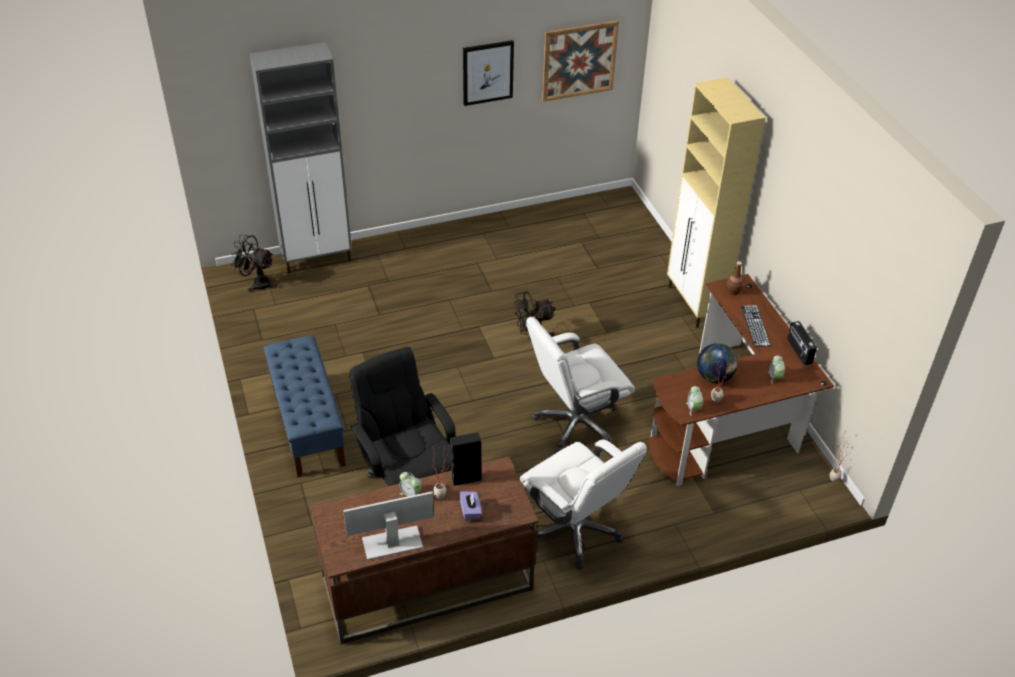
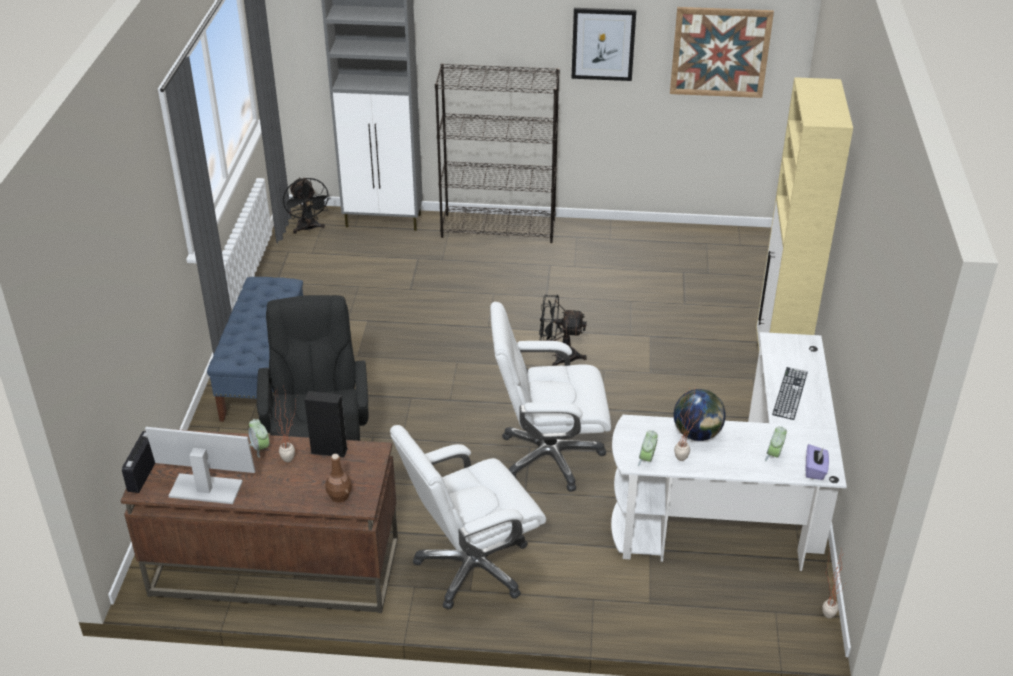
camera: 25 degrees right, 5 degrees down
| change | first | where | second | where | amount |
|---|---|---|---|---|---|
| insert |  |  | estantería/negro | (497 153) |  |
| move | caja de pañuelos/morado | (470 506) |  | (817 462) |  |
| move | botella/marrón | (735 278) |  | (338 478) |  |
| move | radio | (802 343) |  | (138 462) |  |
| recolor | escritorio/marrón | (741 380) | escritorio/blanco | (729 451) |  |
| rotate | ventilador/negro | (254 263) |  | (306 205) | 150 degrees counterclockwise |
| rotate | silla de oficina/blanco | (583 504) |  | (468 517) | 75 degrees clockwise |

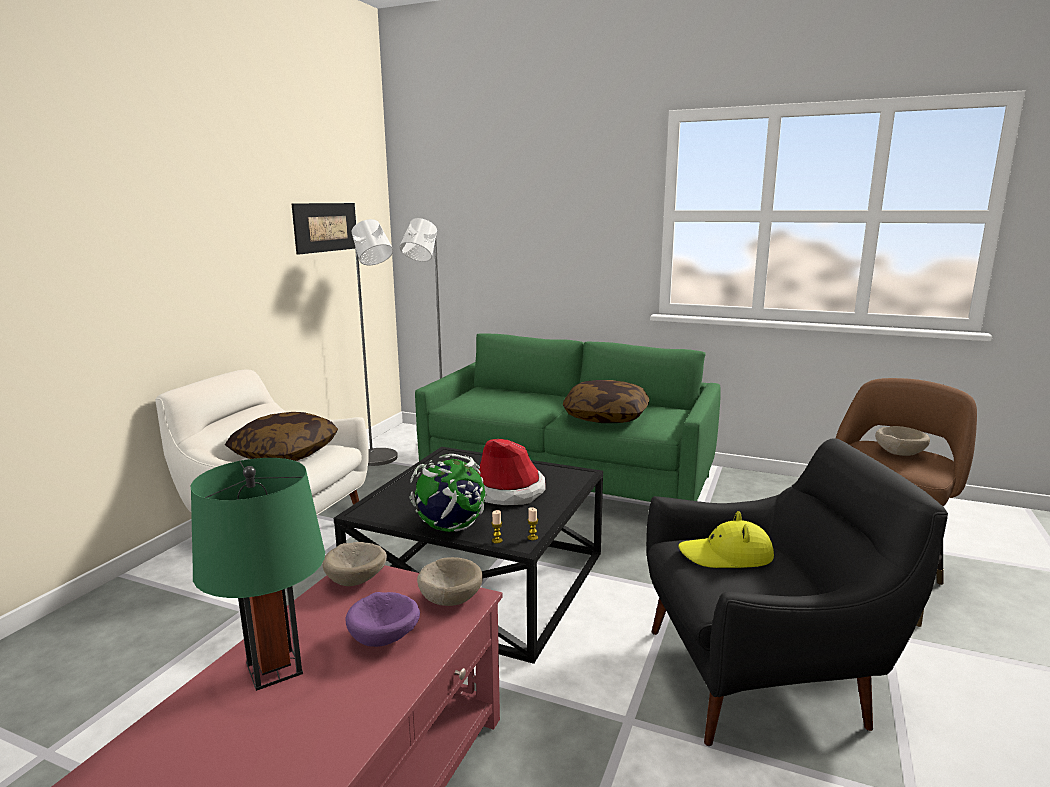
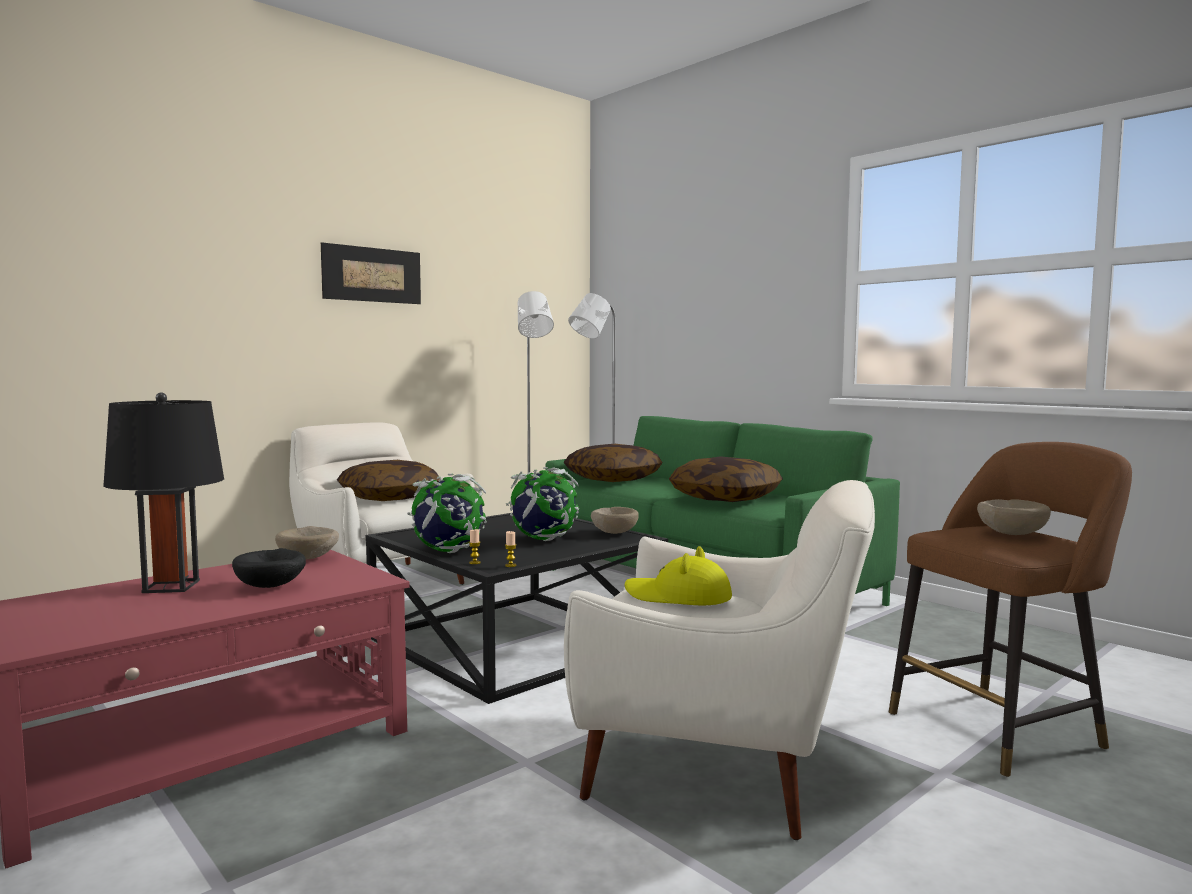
camera: 25 degrees right, 10 degrees down
| change | first | where | second | where | amount |
|---|---|---|---|---|---|
| insert |  |  | cojín | (613 463) |  |
| move | cuadro | (323 229) |  | (371 273) |  |
| move | cuenco/beis | (450 581) |  | (615 520) |  |
| replace | sombrero | (512 472) | globo terráqueo | (542 504) |  |
| recolor | lámpara de mesa/verde | (258 574) | lámpara de mesa/negro | (163 492) |  |
| recolor | cuenco/morado | (383 619) | cuenco/negro | (269 568) |  |
| recolor | sillón/negro | (797 592) | sillón/blanco | (719 660) |  |

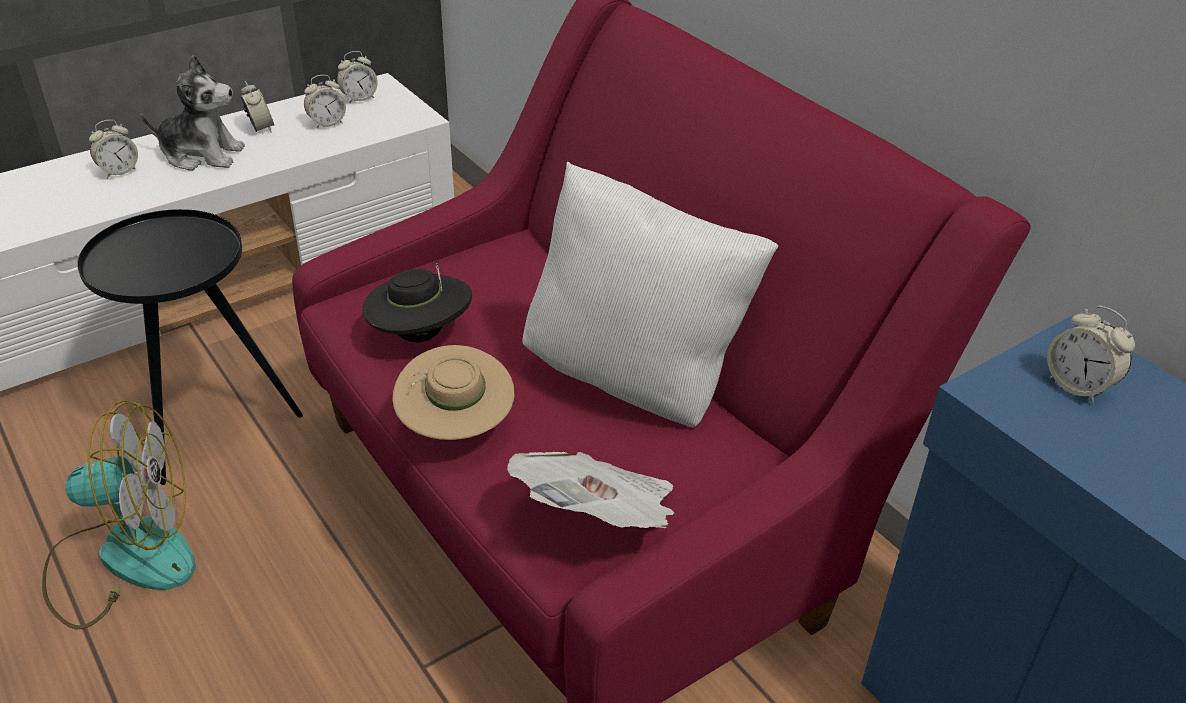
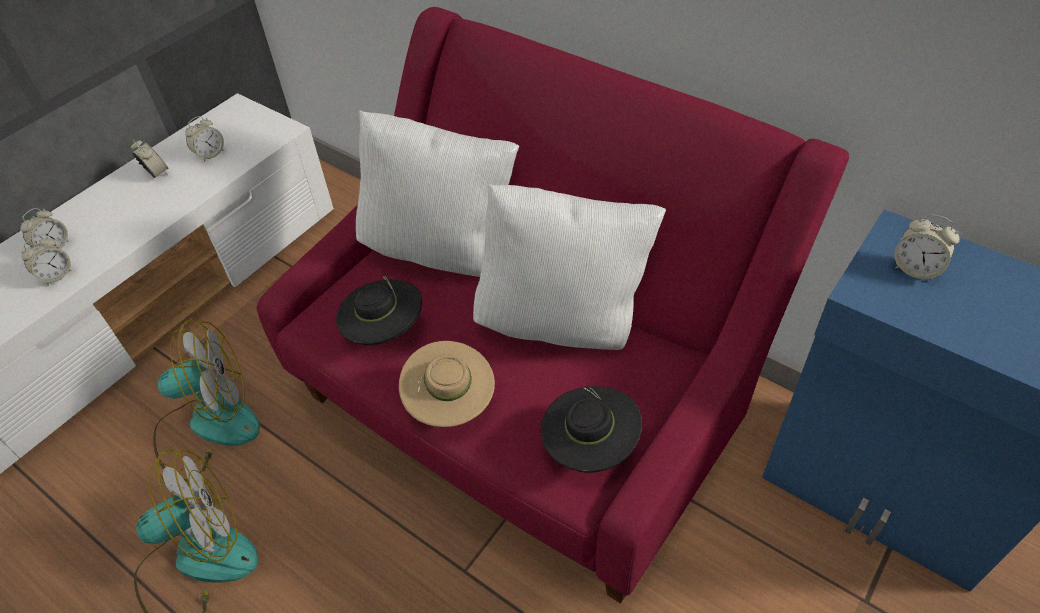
camera: 15 degrees left, 10 degrees up
| change | first | where | second | where | amount |
|---|---|---|---|---|---|
| delete | peluche | (193 113) |  |  |  |
| insert |  |  | cojín/blanco | (437 193) |  |
| move | despertador | (357 77) |  | (46 261) |  |
| replace | mesa auxiliar/negro | (190 347) | ventilador | (206 401) |  |
| replace | periódico | (590 490) | sombrero/negro | (591 429) |  |

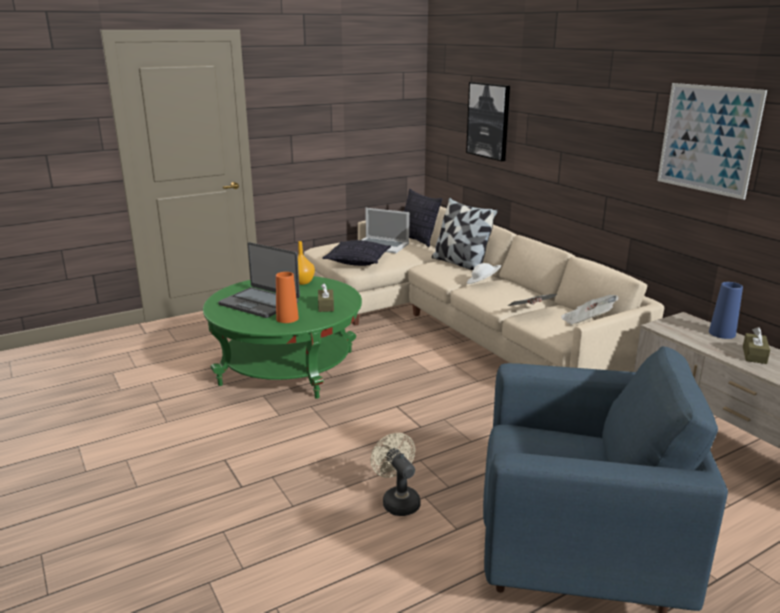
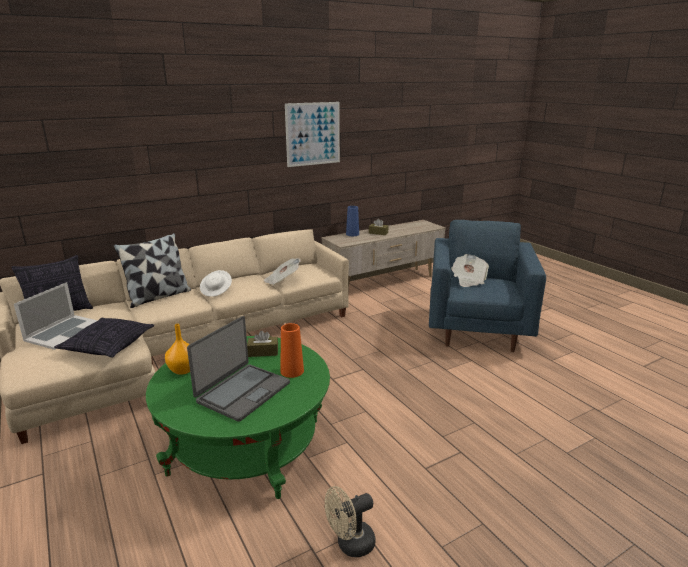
camera: 90 degrees left, 0 degrees up
| change | first | where | second | where | amount |
|---|---|---|---|---|---|
| delete | cuadro | (488 121) |  |  |  |
| move | ventilador/beis | (396 474) |  | (350 521) |  |
| move | periódico | (590 310) |  | (470 270) |  |

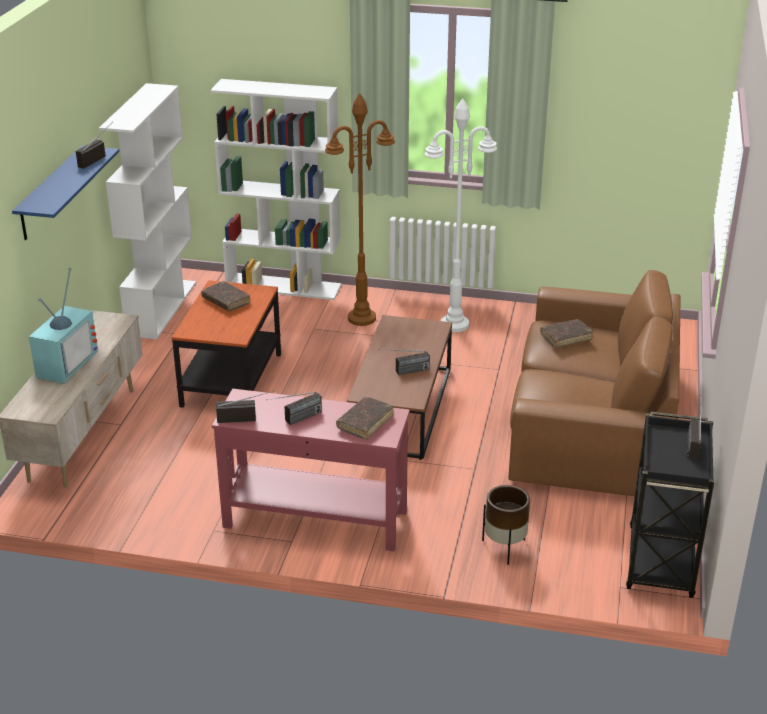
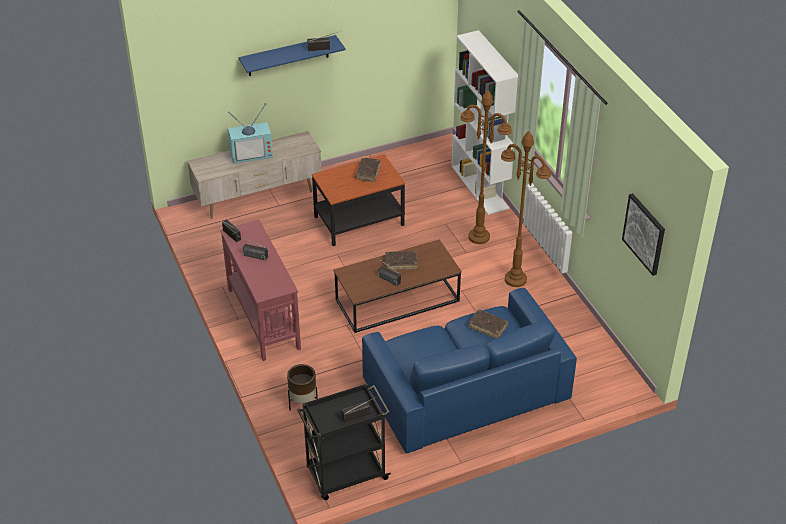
camera: 55 degrees right, 10 degrees up
| change | first | where | second | where | amount |
|---|---|---|---|---|---|
| delete | estantería/blanco | (147 211) |  |  |  |
| insert |  |  | cuadro | (643 234) |  |
| move | libro/marrón | (365 418) |  | (401 260) |  |
| recolor | lámpara de pie/blanco | (461 215) | lámpara de pie/marrón | (526 209) |  |
| recolor | sofá/marrón | (594 383) | sofá/azul | (469 371) |  |

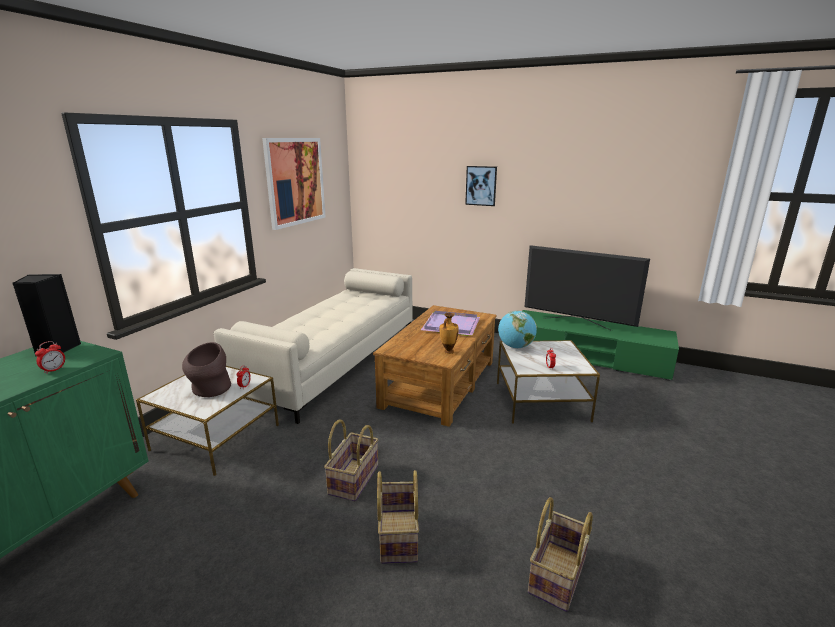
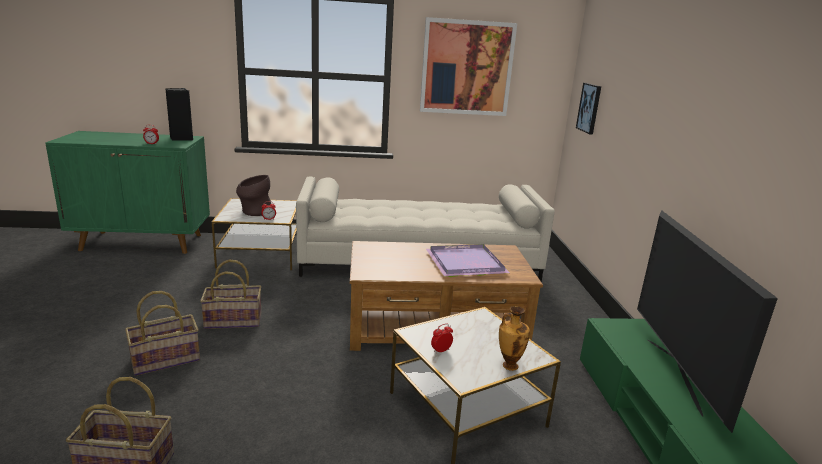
camera: 60 degrees right, 0 degrees up
| change | first | where | second | where | amount |
|---|---|---|---|---|---|
| delete | globo terráqueo | (517 329) |  |  |  |
| move | florero | (449 333) |  | (514 338) |  |
| move | cuadro | (481 186) |  | (588 109) |  |

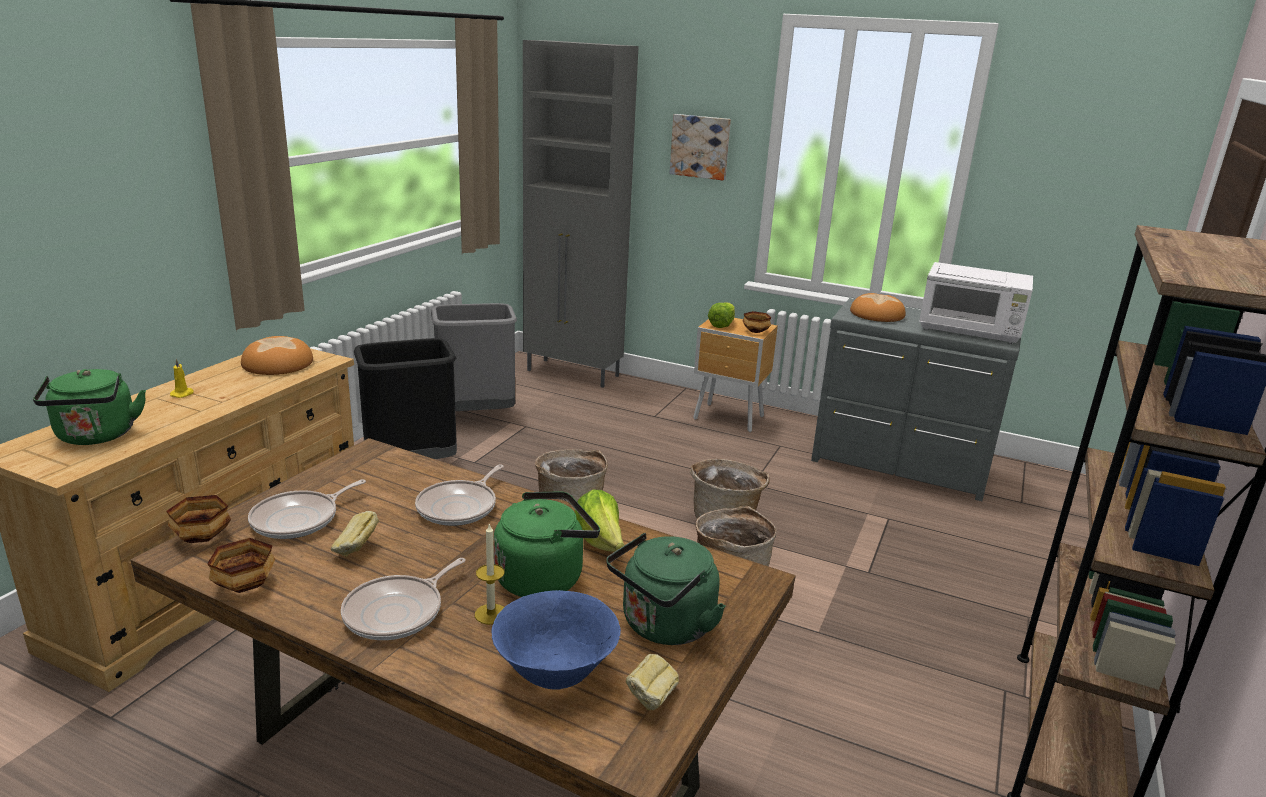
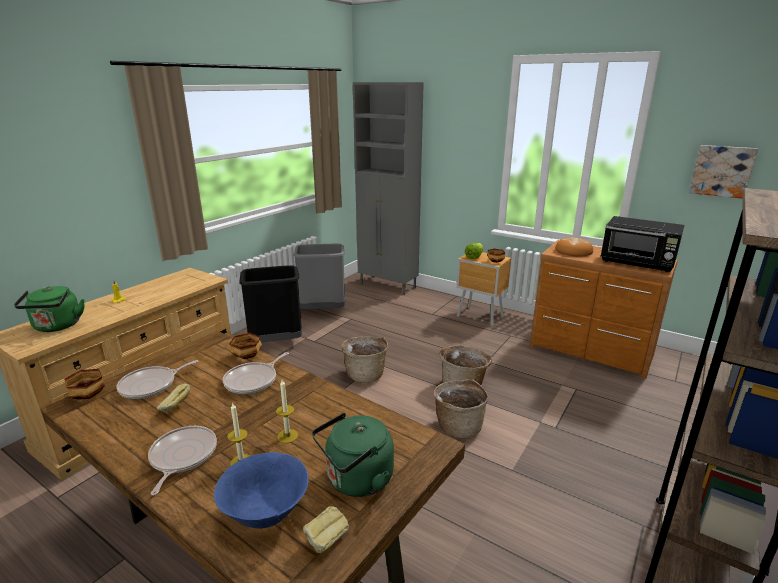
camera: 10 degrees right, 0 degrees up
| change | first | where | second | where | amount |
|---|---|---|---|---|---|
| delete | pan | (277 355) |  |  |  |
| delete | lechuga | (599 521) |  |  |  |
| move | cuenco | (241 565) |  | (245 346) |  |
| move | cuadro | (700 147) |  | (723 172) |  |
| replace | hervidor/verde | (547 544) | vela | (287 411) |  |
| recolor | cómoda/gris | (916 399) | cómoda/marrón | (604 309) |  |
| recolor | microondas/blanco | (976 303) | microondas/negro | (642 244) |  |
| rotate | sartén | (403 599) |  | (182 461) | 135 degrees clockwise |

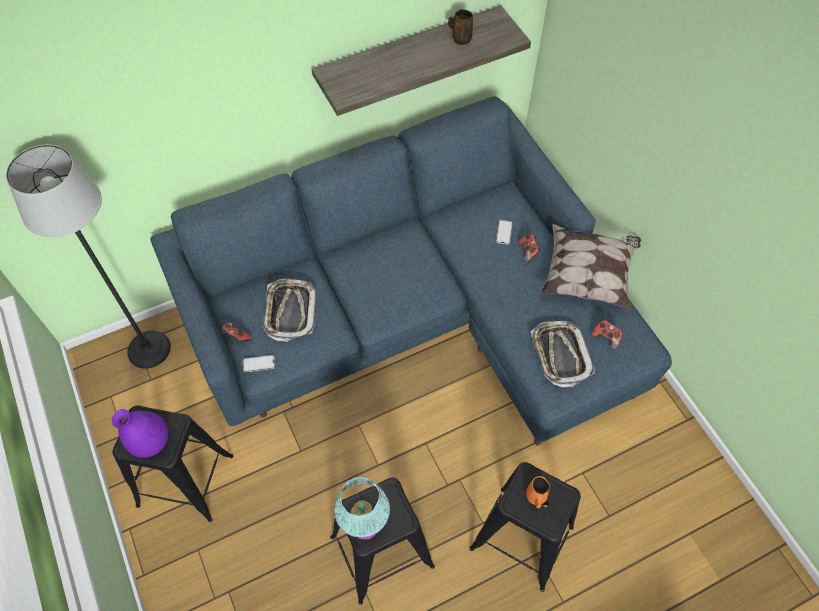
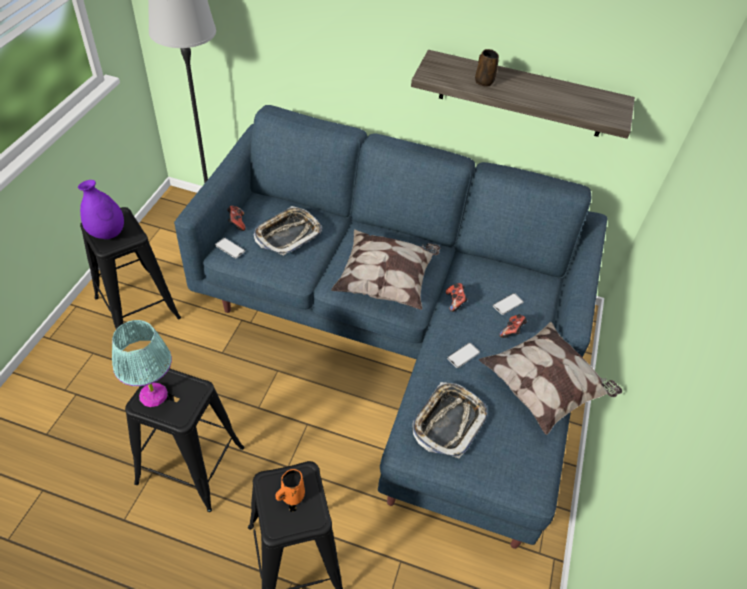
camera: 40 degrees right, 10 degrees down
| change | first | where | second | where | amount |
|---|---|---|---|---|---|
| insert |  |  | cojín | (385 269) |  |
| insert |  |  | móvil | (463 355) |  |
| move | taza grande/marrón | (460 27) |  | (487 68) |  |
| move | mando de consola | (607 335) |  | (457 297) |  |

